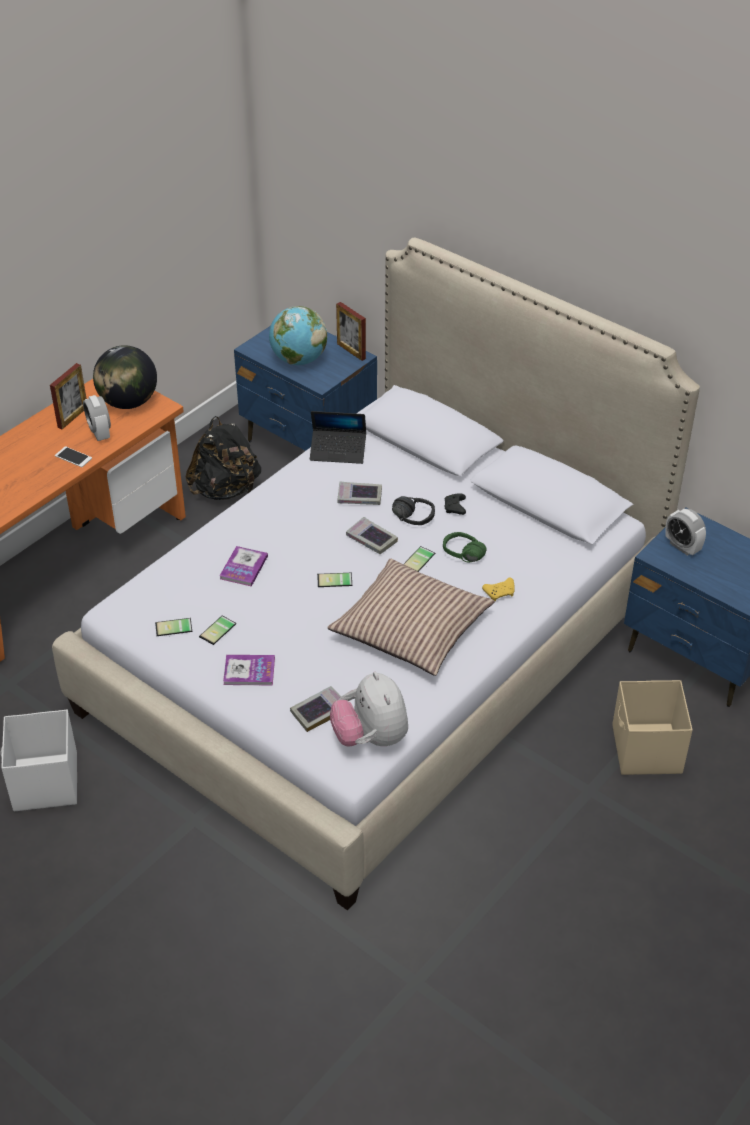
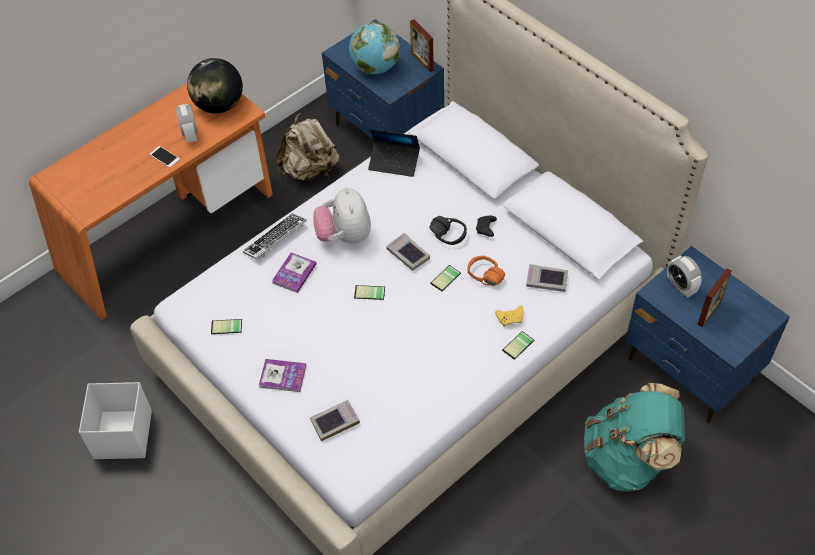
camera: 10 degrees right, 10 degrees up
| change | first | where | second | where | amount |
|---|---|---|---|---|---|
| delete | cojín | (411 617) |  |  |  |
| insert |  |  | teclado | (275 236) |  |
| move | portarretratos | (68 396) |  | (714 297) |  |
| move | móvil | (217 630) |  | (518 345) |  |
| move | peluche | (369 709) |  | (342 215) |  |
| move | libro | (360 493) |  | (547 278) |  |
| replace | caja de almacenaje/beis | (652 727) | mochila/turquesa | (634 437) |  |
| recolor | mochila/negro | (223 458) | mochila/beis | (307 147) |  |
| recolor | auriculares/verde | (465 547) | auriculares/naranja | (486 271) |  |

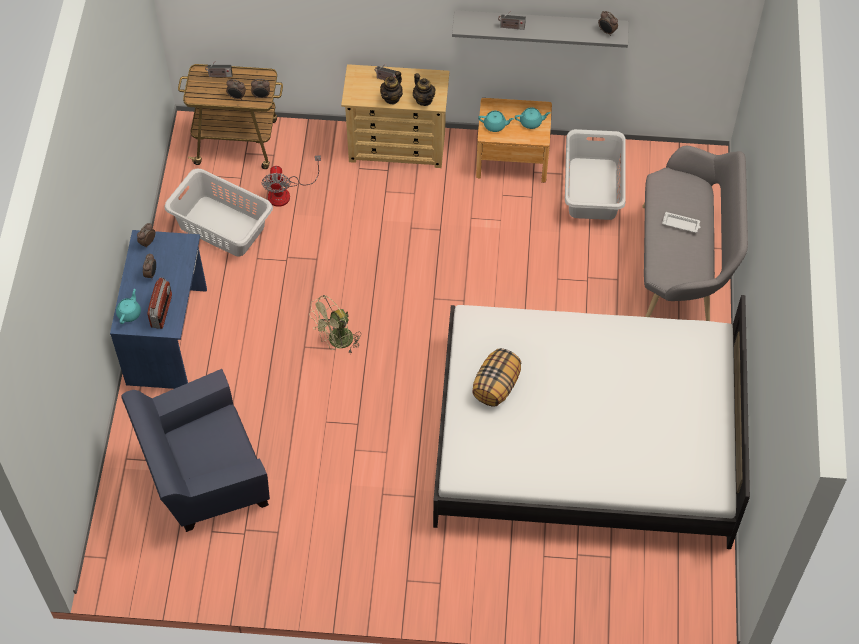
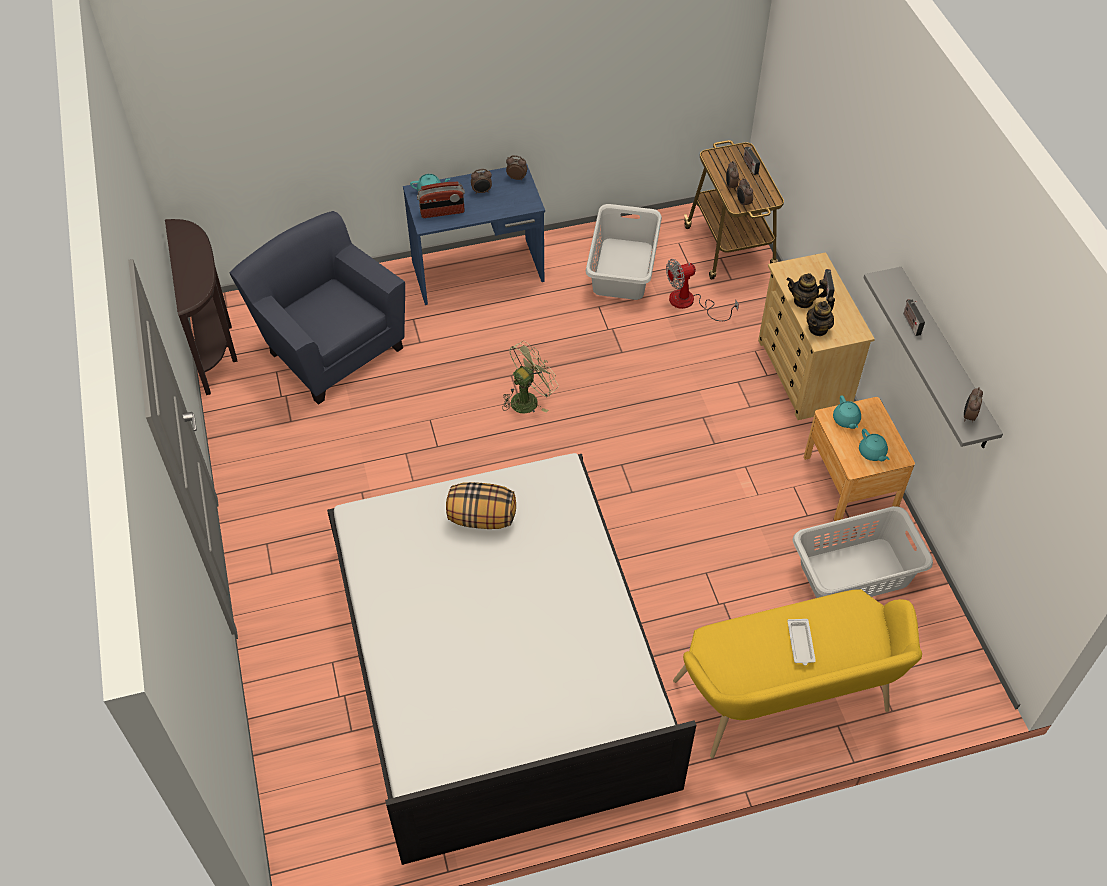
camera: 70 degrees right, 5 degrees down
| change | first | where | second | where | amount |
|---|---|---|---|---|---|
| insert |  |  | mesa consola/marrón | (201 307) |  |
| recolor | banco/gris | (695 233) | banco/amarillo | (797 673) |  |
| rotate | ventilador/verde | (335 324) |  | (530 377) | 105 degrees clockwise |

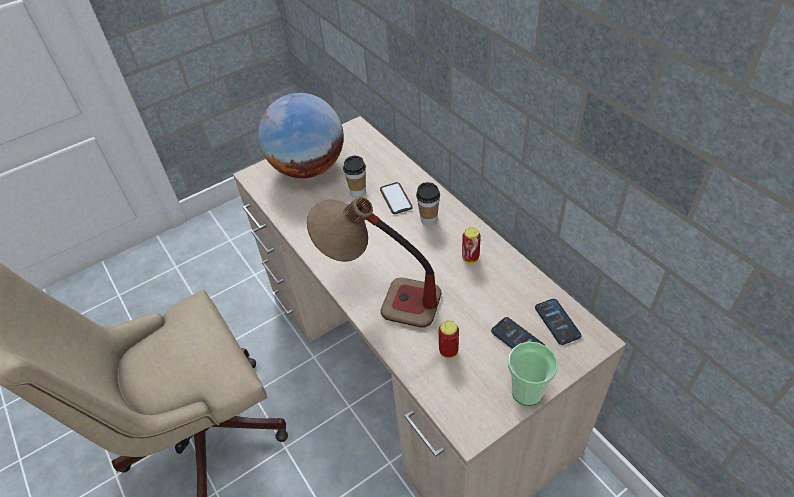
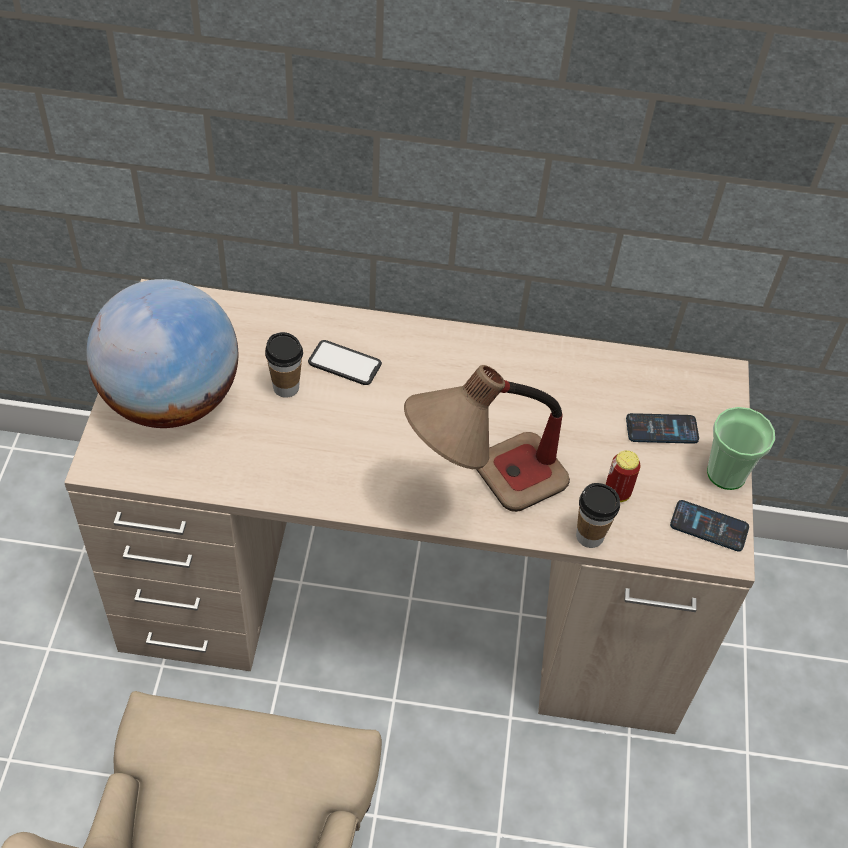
camera: 55 degrees left, 5 degrees up
| change | first | where | second | where | amount |
|---|---|---|---|---|---|
| delete | lata | (471 245) |  |  |  |
| move | taza | (428 204) |  | (598 515) |  |
| move | móvil | (558 322) |  | (709 525) |  |

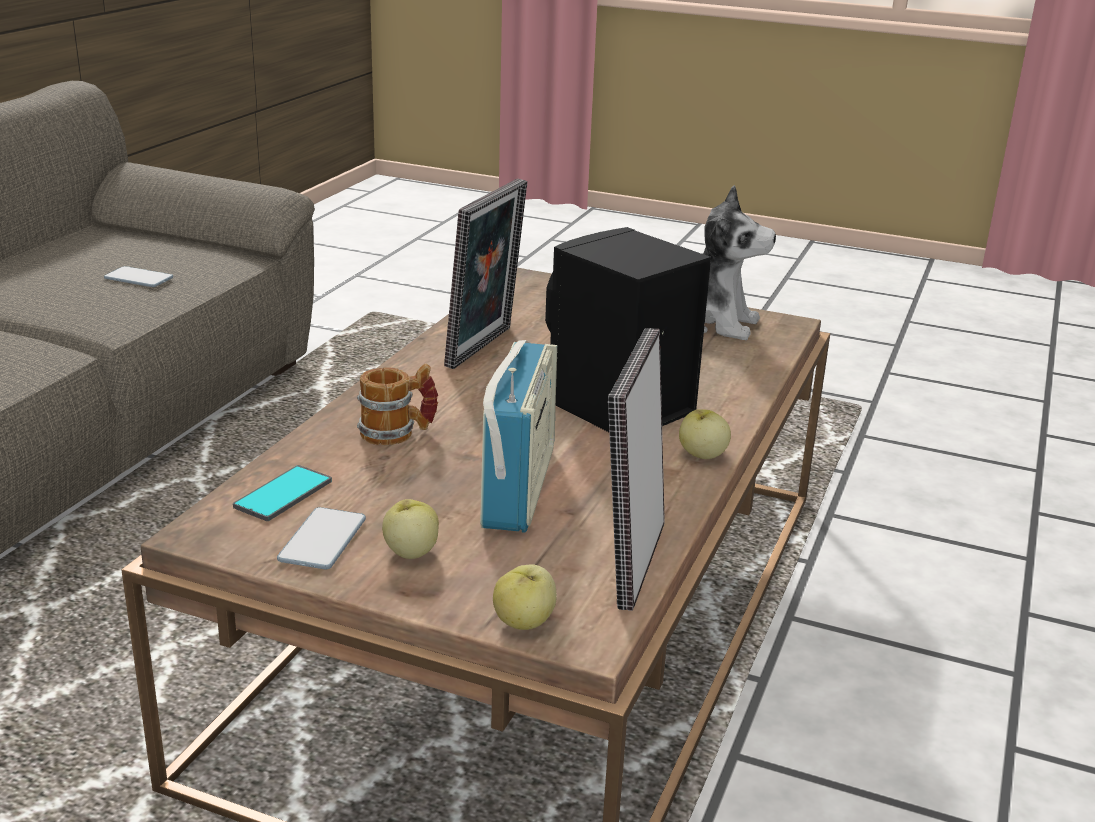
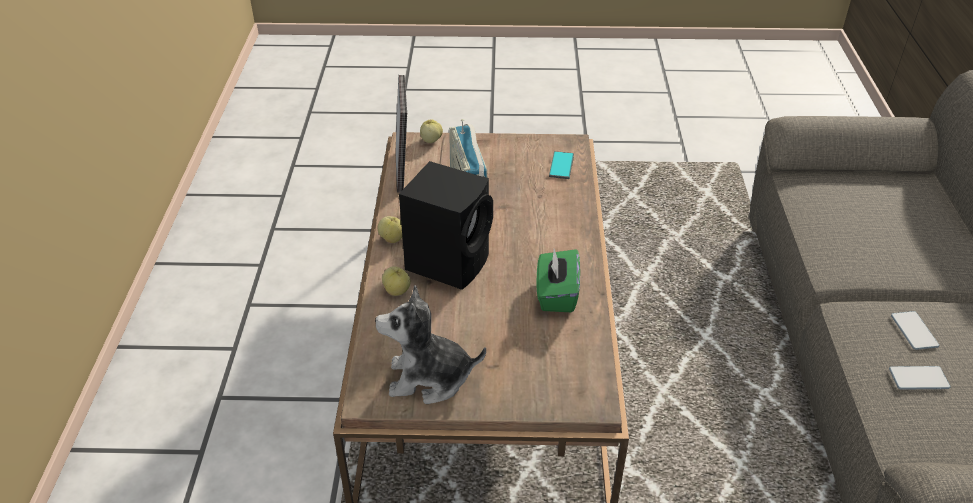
camera: 160 degrees right, 15 degrees up
| change | first | where | second | where | amount |
|---|---|---|---|---|---|
| delete | taza grande | (397 404) |  |  |  |
| move | móvil | (321 538) |  | (915 330) |  |
| move | manzana | (410 529) |  | (396 281) |  |
| replace | portarretratos | (485 274) | caja de pañuelos/verde | (558 280) |  |

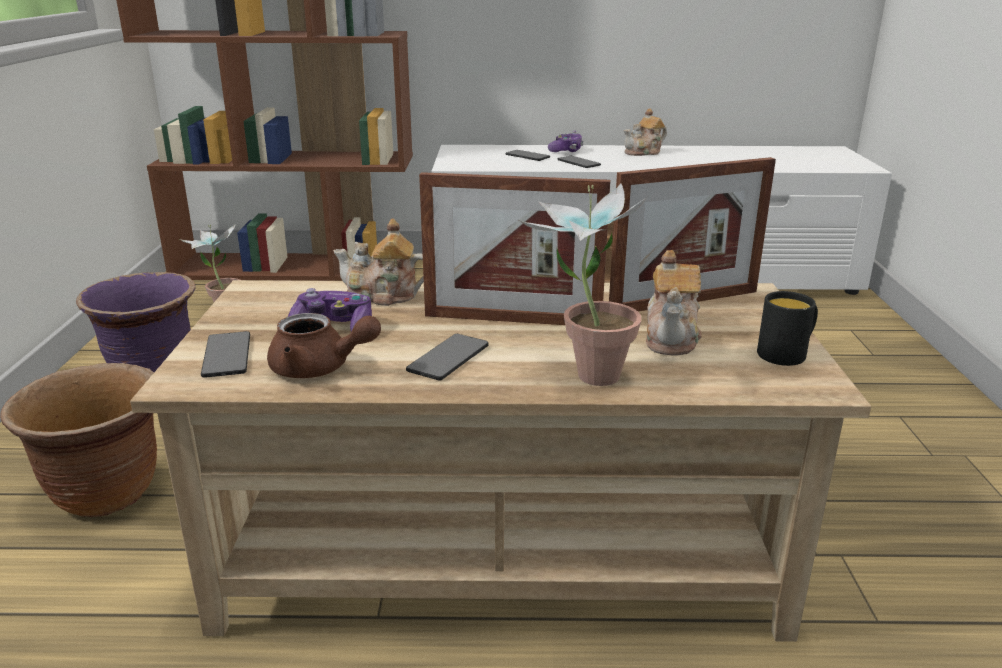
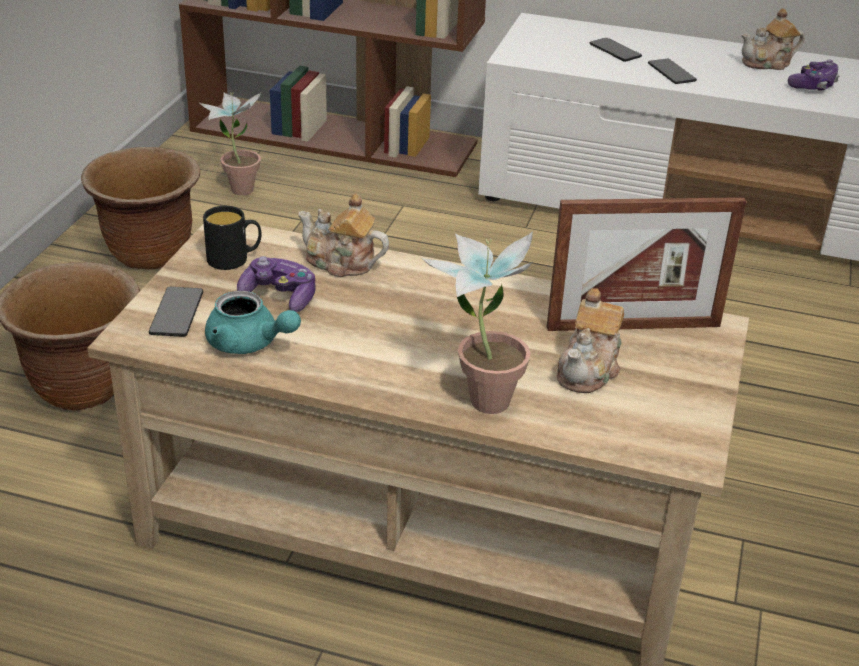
camera: 15 degrees right, 10 degrees up
| change | first | where | second | where | amount |
|---|---|---|---|---|---|
| delete | móvil | (447 357) |  |  |  |
| delete | portarretratos | (514 248) |  |  |  |
| move | mando de consola | (565 141) |  | (814 74) |  |
| move | taza grande/negro | (787 328) |  | (232 238) |  |
| recolor | maceta/morado | (135 322) | maceta/marrón | (140 208) |  |
| recolor | tetera/marrón | (324 345) | tetera/turquesa | (253 322) |  |

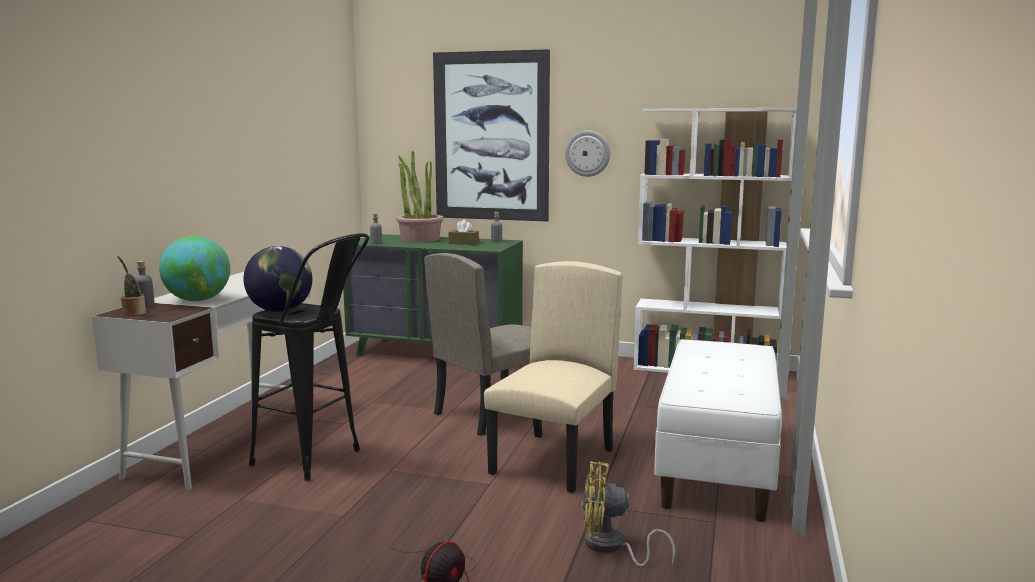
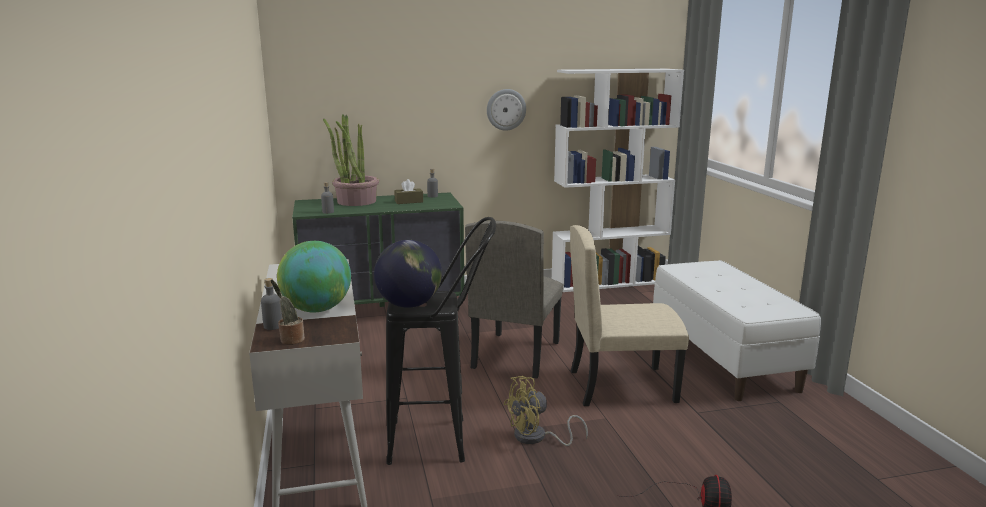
camera: 30 degrees left, 5 degrees up
| change | first | where | second | where | amount |
|---|---|---|---|---|---|
| delete | cuadro | (491 135) |  |  |  |
| move | ventilador/amarillo | (629 514) |  | (545 411) |  |
| rotate | silla/beis | (553 377) |  | (629 315) | 90 degrees counterclockwise |

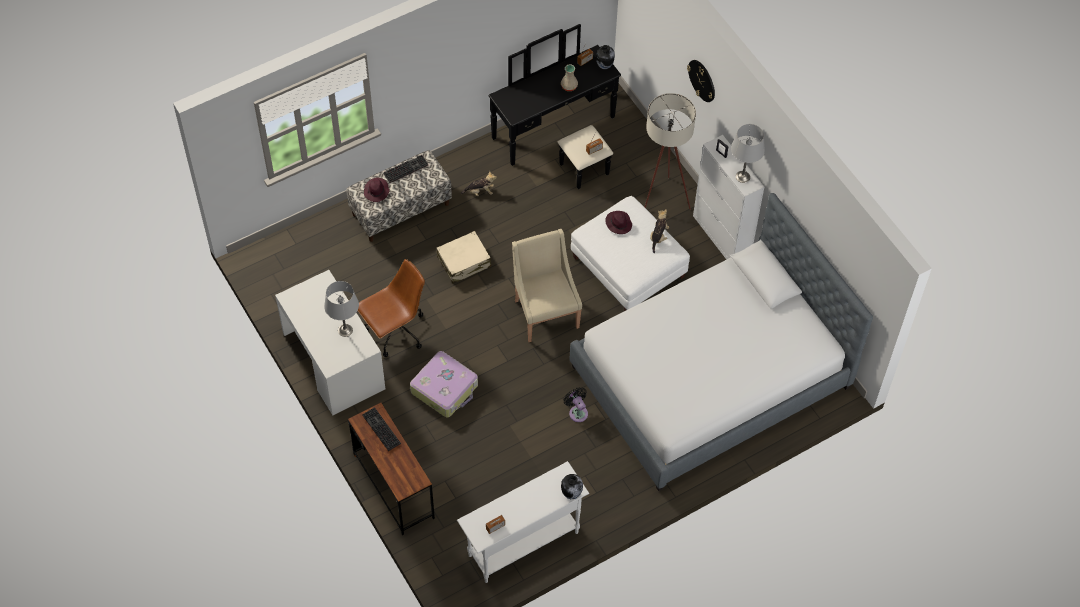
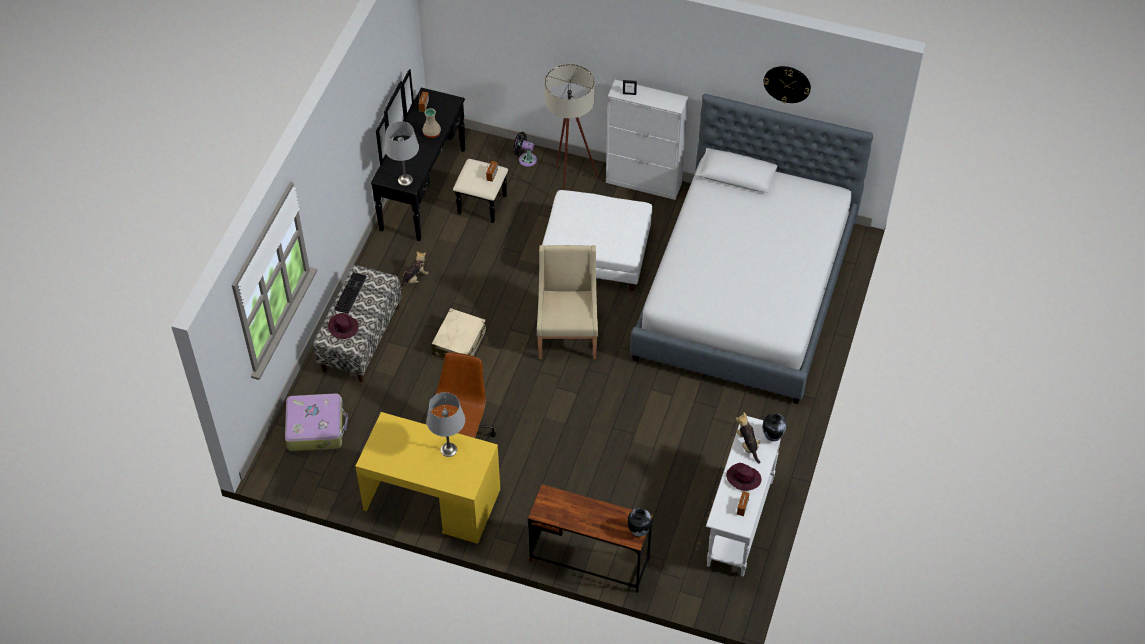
camera: 40 degrees left, 5 degrees down
| change | first | where | second | where | amount |
|---|---|---|---|---|---|
| delete | teclado | (381 429) |  |  |  |
| move | maleta | (444 384) |  | (316 422) |  |
| move | ventilador/negro | (575 404) |  | (525 149) |  |
| move | florero | (605 57) |  | (640 522) |  |
| move | sombrero/morado | (618 222) |  | (743 477) |  |
| move | peluche | (659 231) |  | (748 438) |  |
| move | reloj de pared | (701 81) |  | (787 84) |  |
| move | lámpara de mesa/gris | (748 153) |  | (401 153) |  |
| recolor | escritorio/blanco | (330 342) | escritorio/amarillo | (427 478) |  |
| rotate | sillón/beis | (547 285) |  | (567 302) | 60 degrees clockwise |

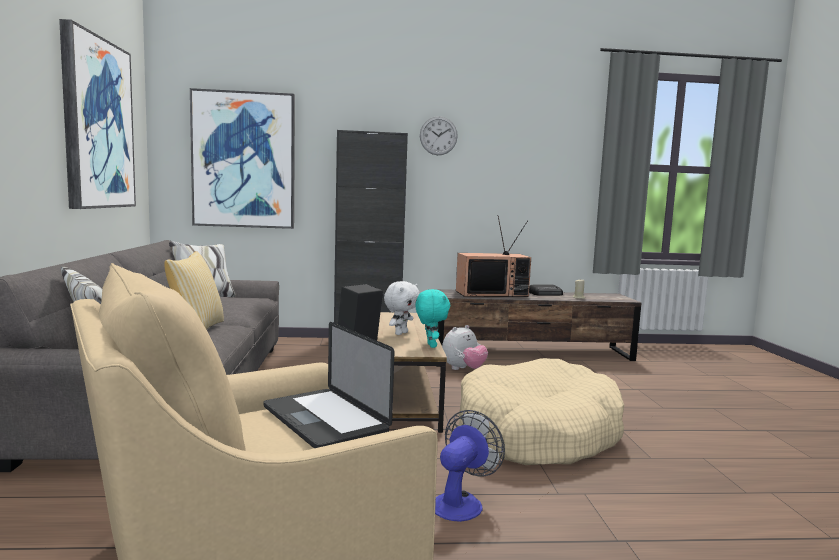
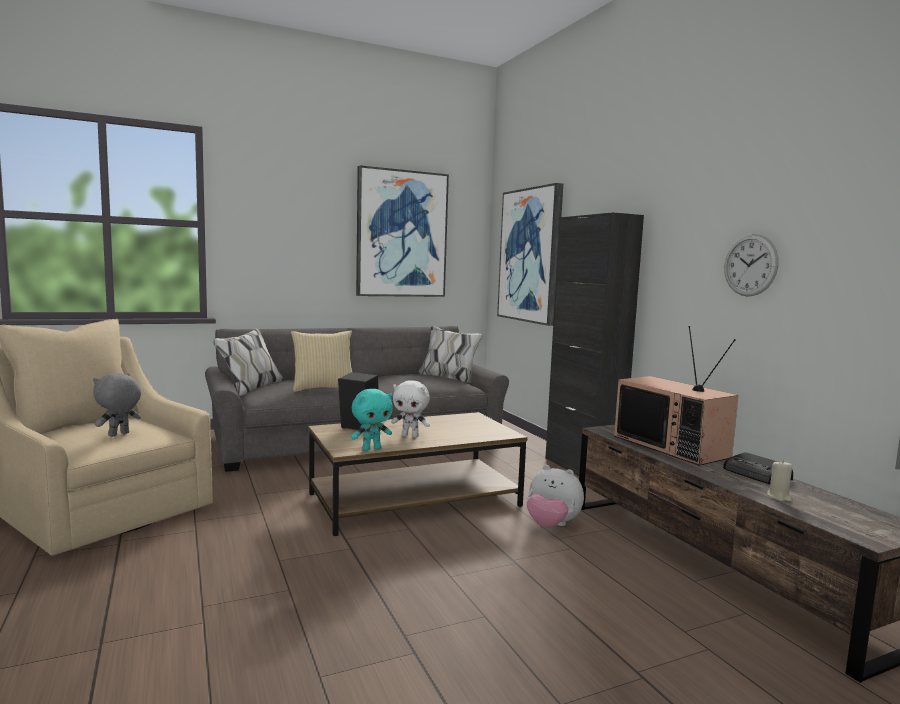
camera: 70 degrees right, 0 degrees up
| change | first | where | second | where | amount |
|---|---|---|---|---|---|
| delete | ventilador | (470 466) |  |  |  |
| delete | cama para perro/beis | (541 411) |  |  |  |
| move | reloj de pared | (439 135) |  | (751 265) |  |
| replace | portátil | (328 385) | peluche/gris | (117 405) |  |

